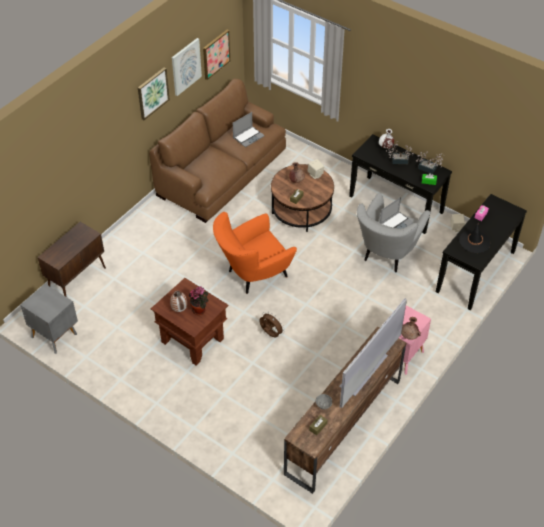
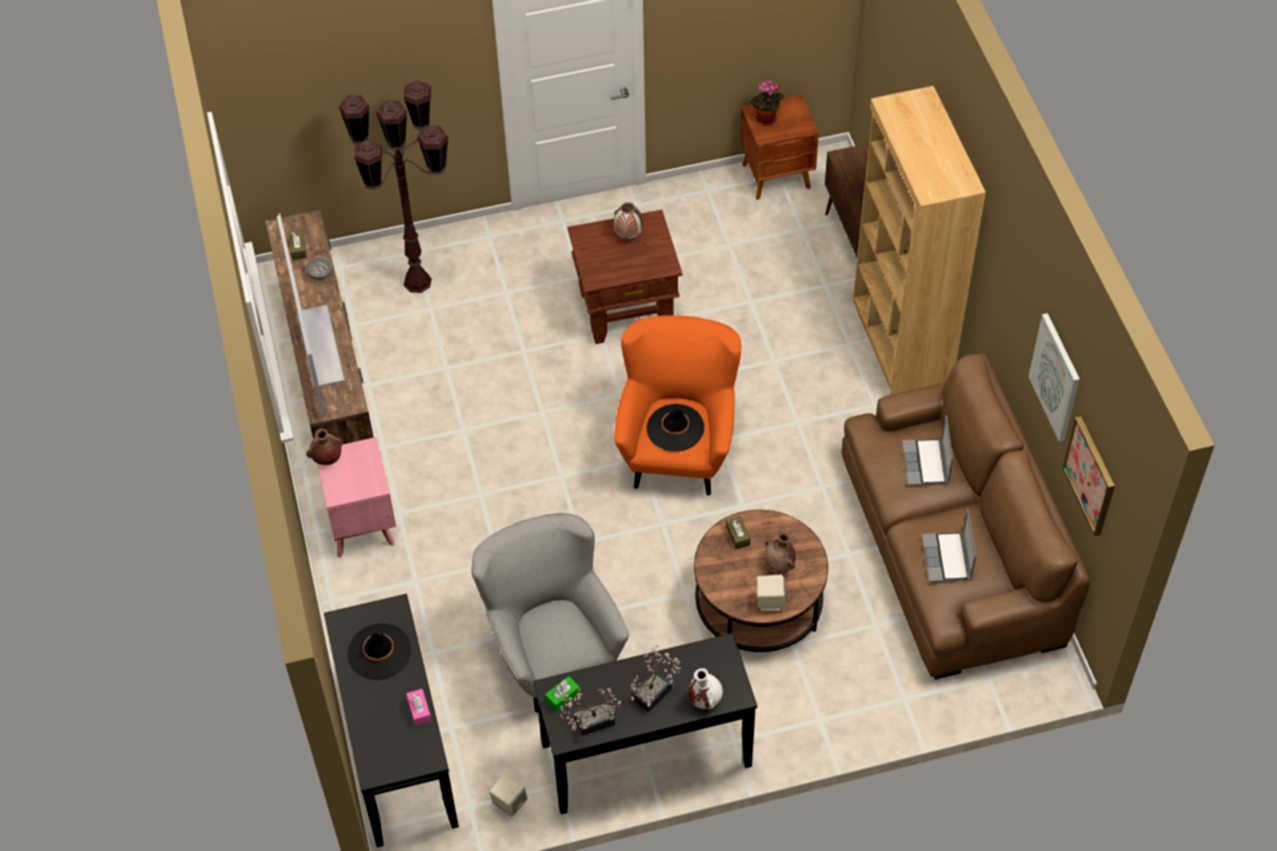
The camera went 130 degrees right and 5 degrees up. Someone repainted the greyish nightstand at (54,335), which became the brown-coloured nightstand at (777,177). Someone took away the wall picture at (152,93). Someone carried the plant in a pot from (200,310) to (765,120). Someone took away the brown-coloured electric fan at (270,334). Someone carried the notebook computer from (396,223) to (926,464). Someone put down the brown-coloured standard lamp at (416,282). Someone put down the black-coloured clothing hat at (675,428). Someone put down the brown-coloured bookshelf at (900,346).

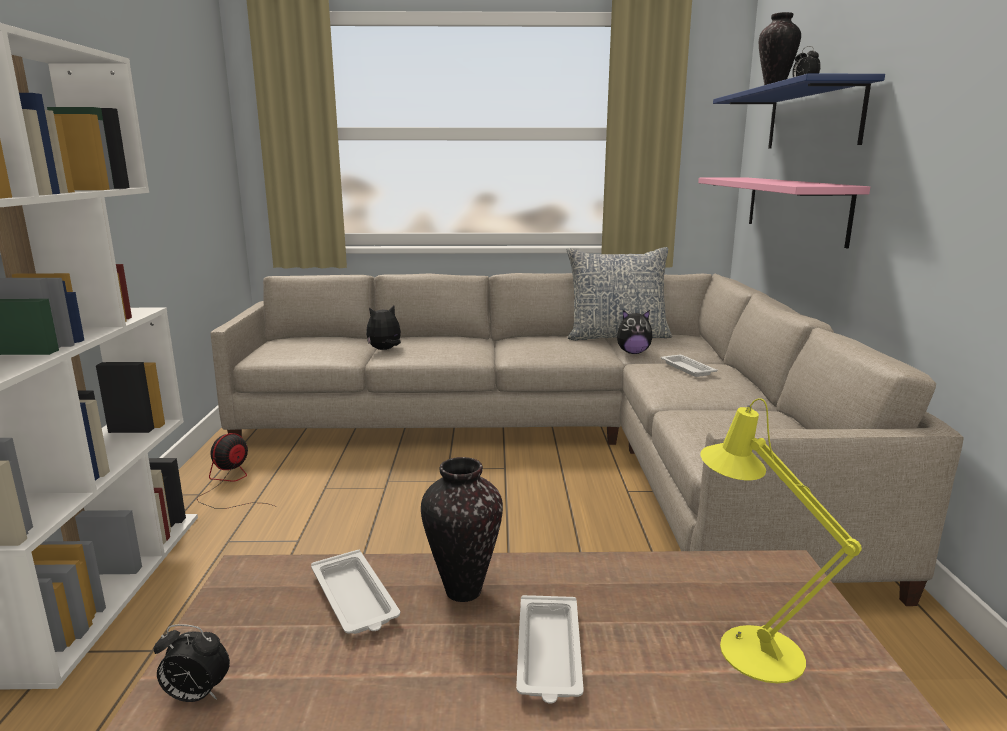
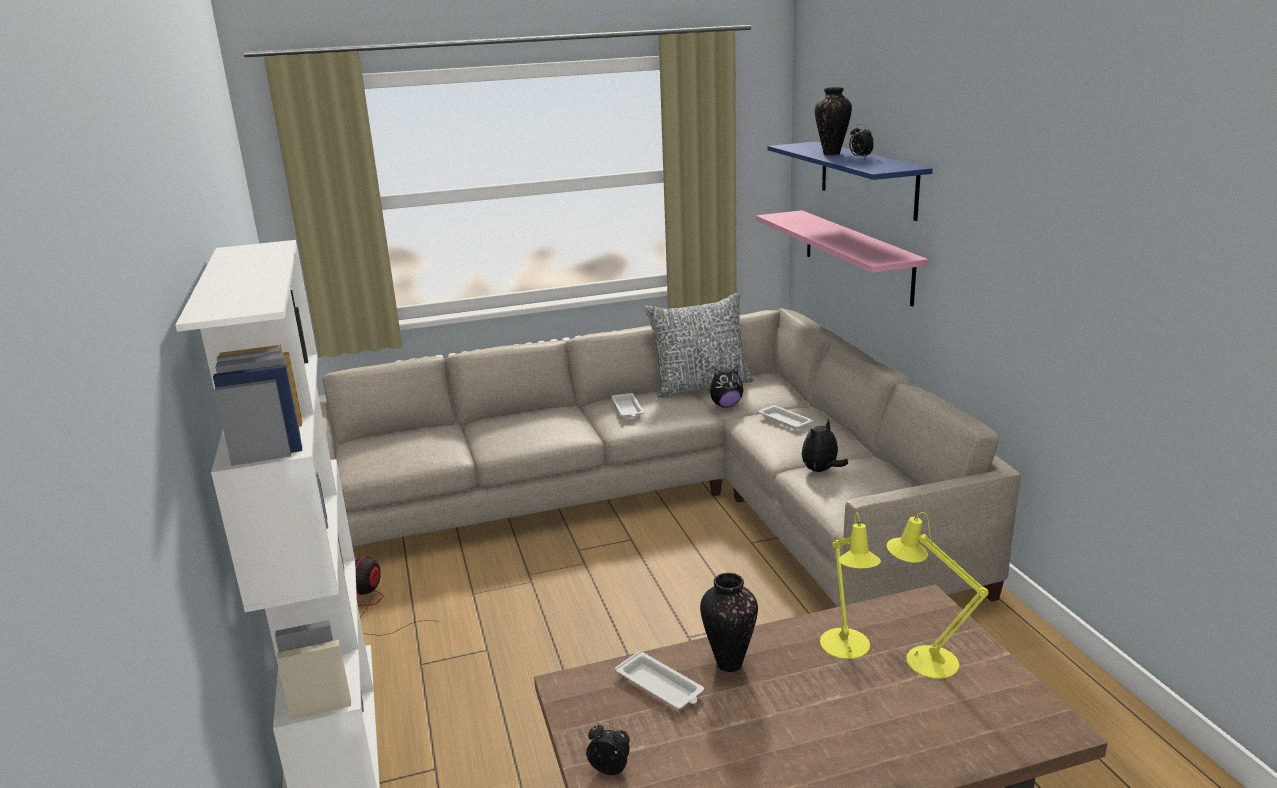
The camera went 15 degrees left and 5 degrees up. Someone rotated the alarm clock at (195,696) by 150 degrees counterclockwise. Someone carried the soft toy from (385,350) to (821,470). Someone carried the white tray from (548,654) to (627,409). Someone put down the yellow lamp for a table at (847,648).

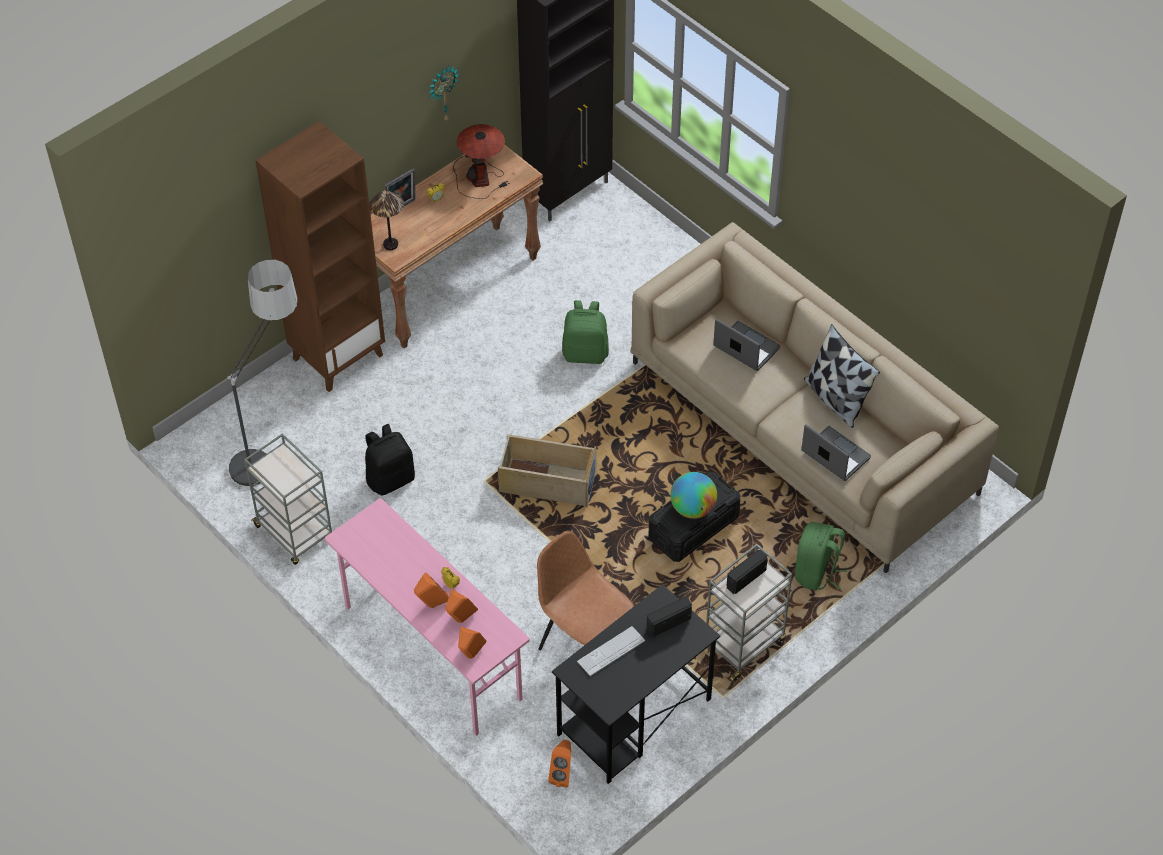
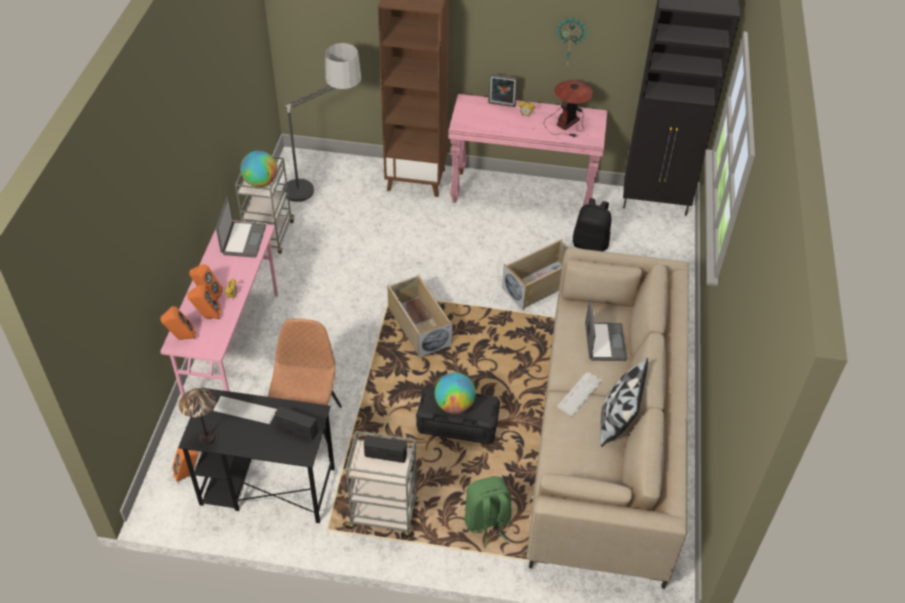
The camera went 50 degrees right and 5 degrees down. Someone carried the black-coloured knapsack from (390,478) to (590,244). Someone carried the lamp for a table from (390,245) to (206,438). Someone repainted the brown-coloured narrow table at (451,285), which became the pink narrow table at (522,194). Someone swapped the greenish knapsack at (585,353) for the sand-coloured storage bin at (541,284). Someone carried the notebook computer from (834,455) to (242,240). Someone put down the world globe at (261,182). Someone put down the computer keyboard at (579,394).

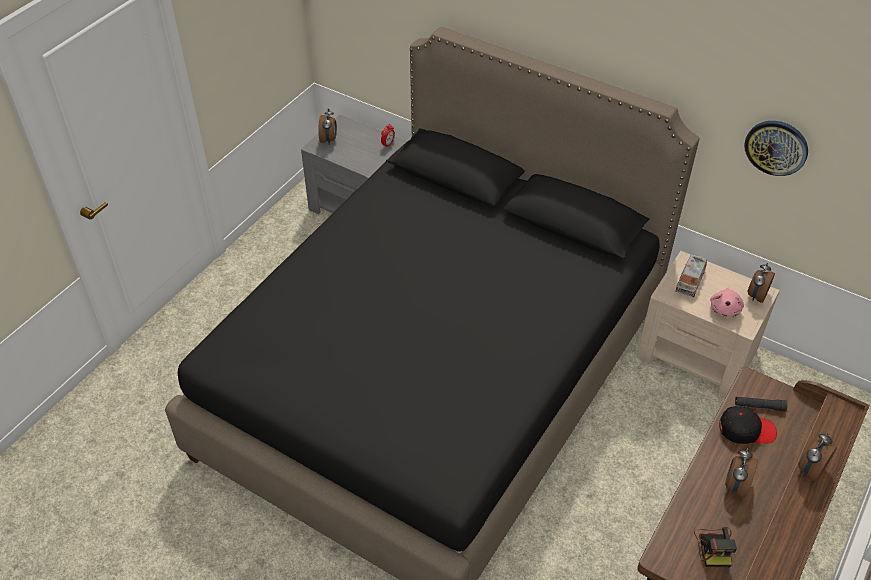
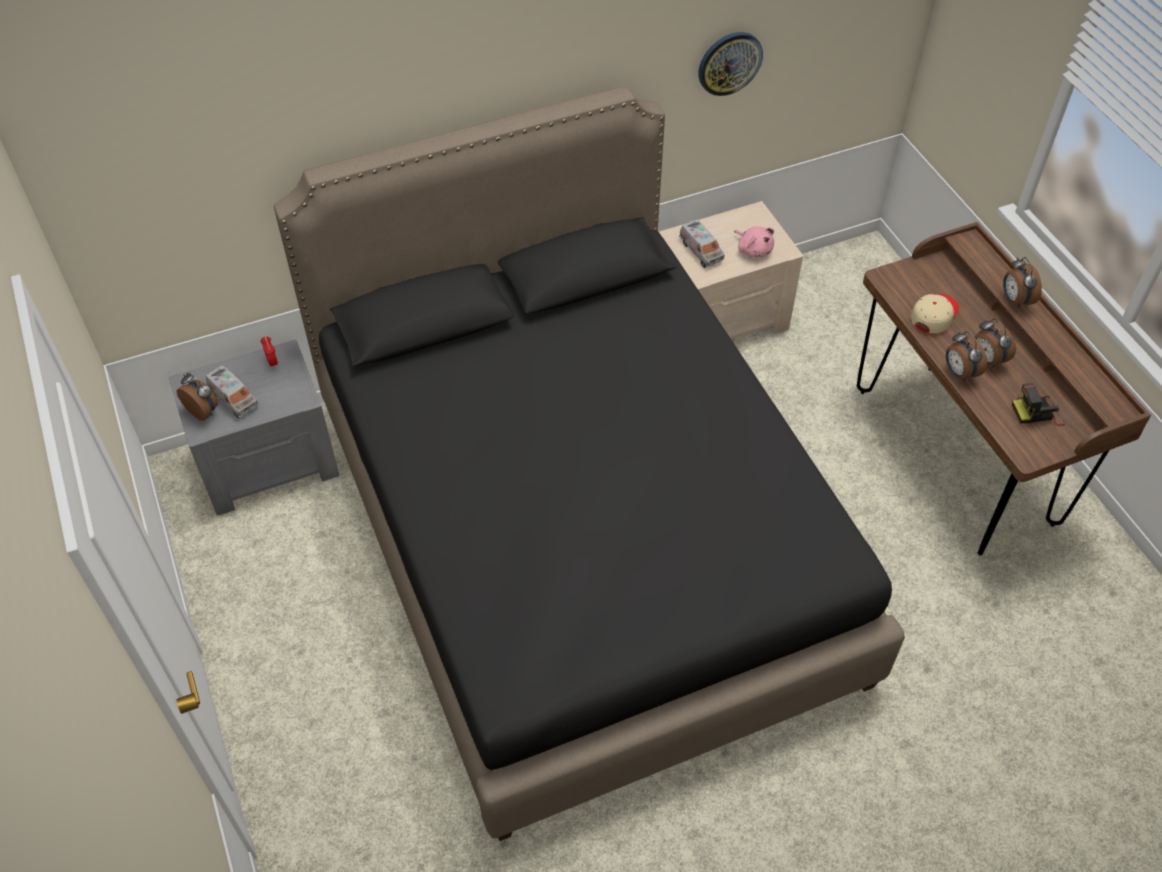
The camera went 55 degrees left and 5 degrees up. Someone rotated the still camera at (714,546) by 135 degrees clockwise. Someone repainted the black-coloured cap at (746,429), which became the sand-coloured cap at (934,315). Someone took away the black-coloured torch at (759,406). Someone carried the alarm clock from (756,295) to (959,373). Someone put down the model truck at (234,398).

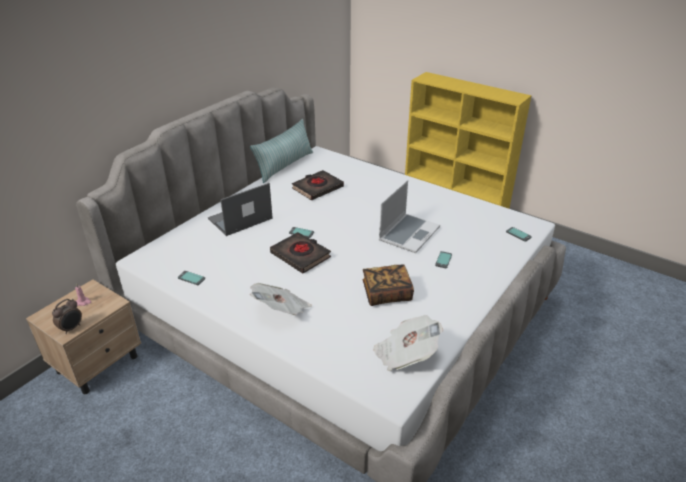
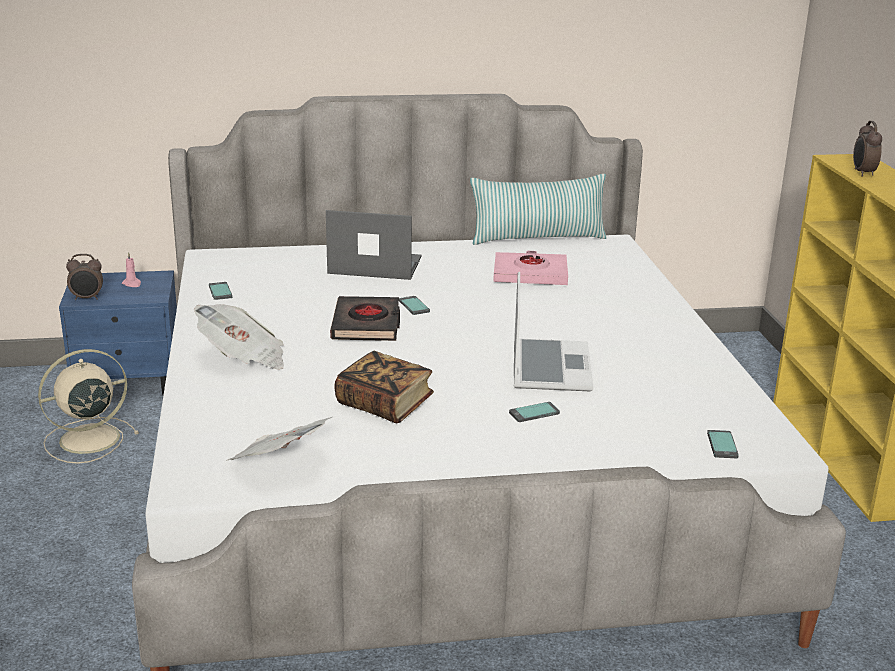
The camera went 45 degrees right and 10 degrees down. Someone repainted the sand-coloured nightstand at (98,363), which became the blue nightstand at (130,382). Someone repainted the black-coloured book at (317,188), which became the pink book at (530,275). Someone rotated the notebook computer at (408,233) by 75 degrees counterclockwise. Someone put down the sand-coloured electric fan at (87,440). Someone put down the alarm clock at (862,173).

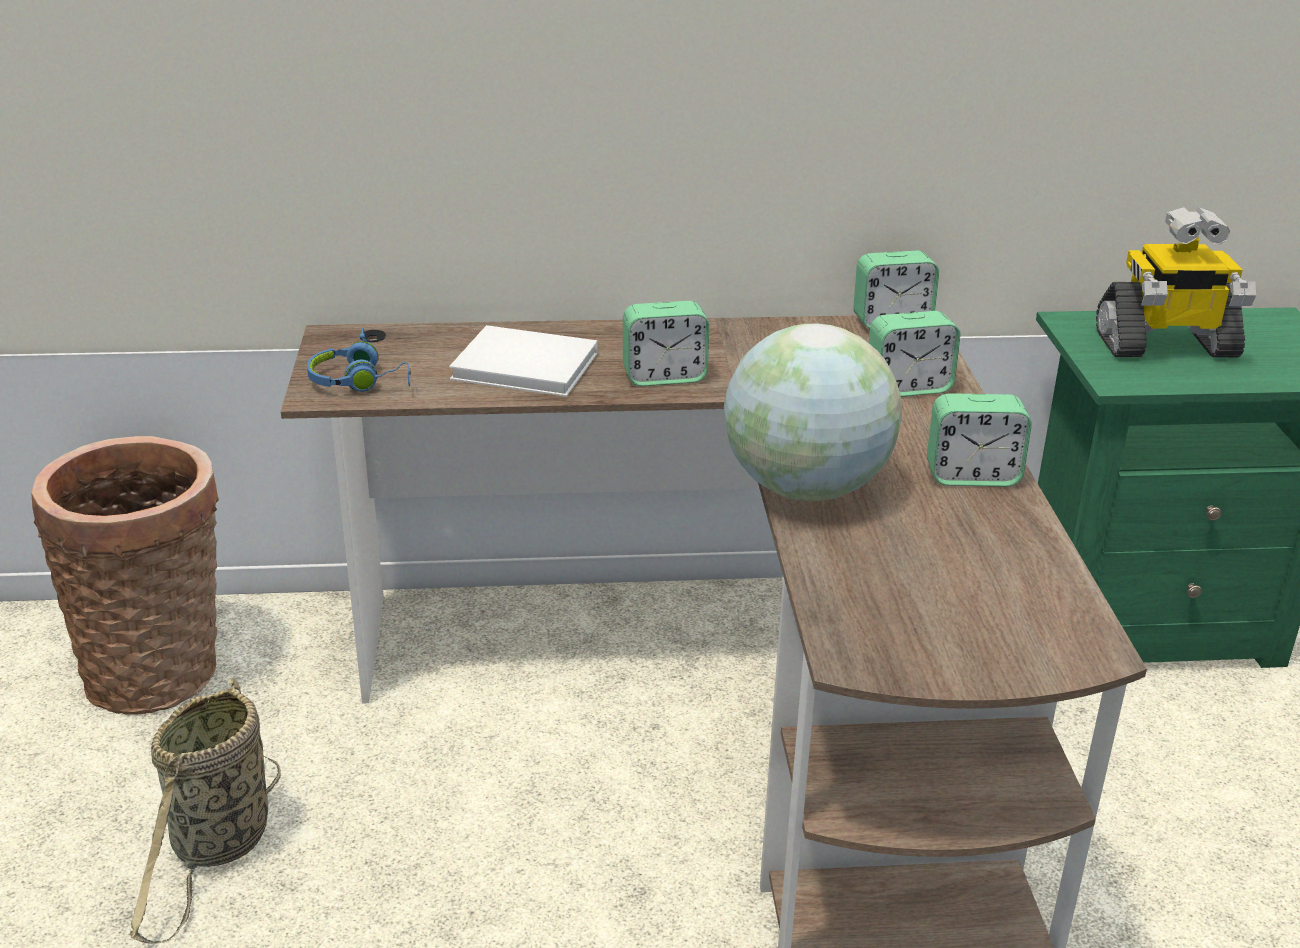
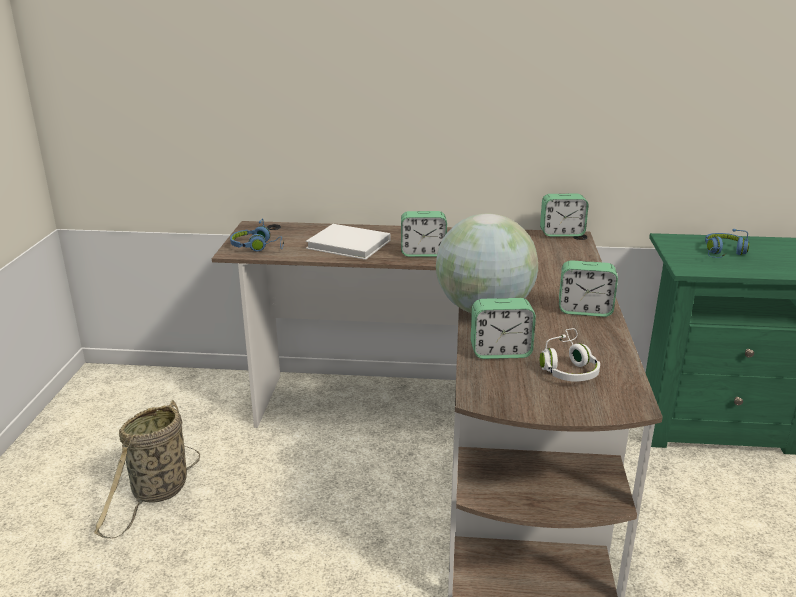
The camera went 10 degrees right and 5 degrees down. Someone took away the household basket at (160,671). Someone carried the alarm clock from (908,387) to (500,352). Someone swapped the model robot at (1165,345) for the blue headset at (723,253). Someone put down the white headset at (568,367).

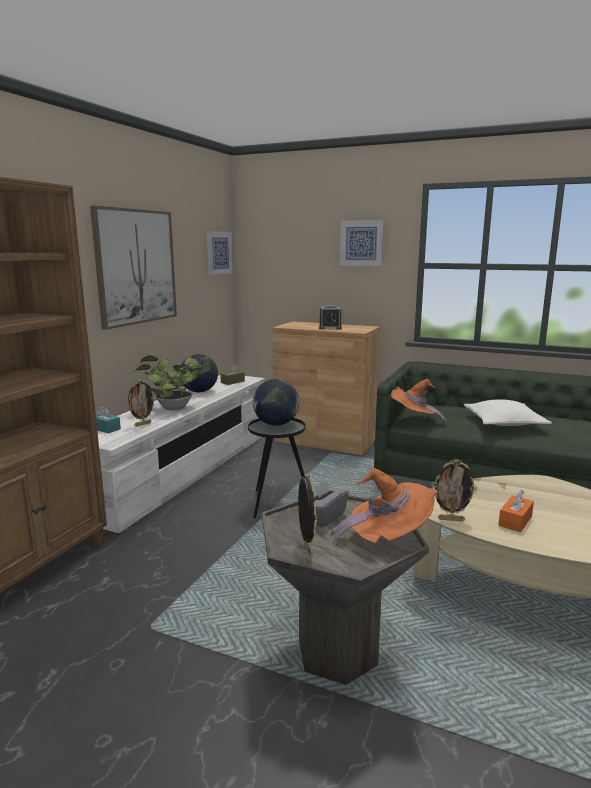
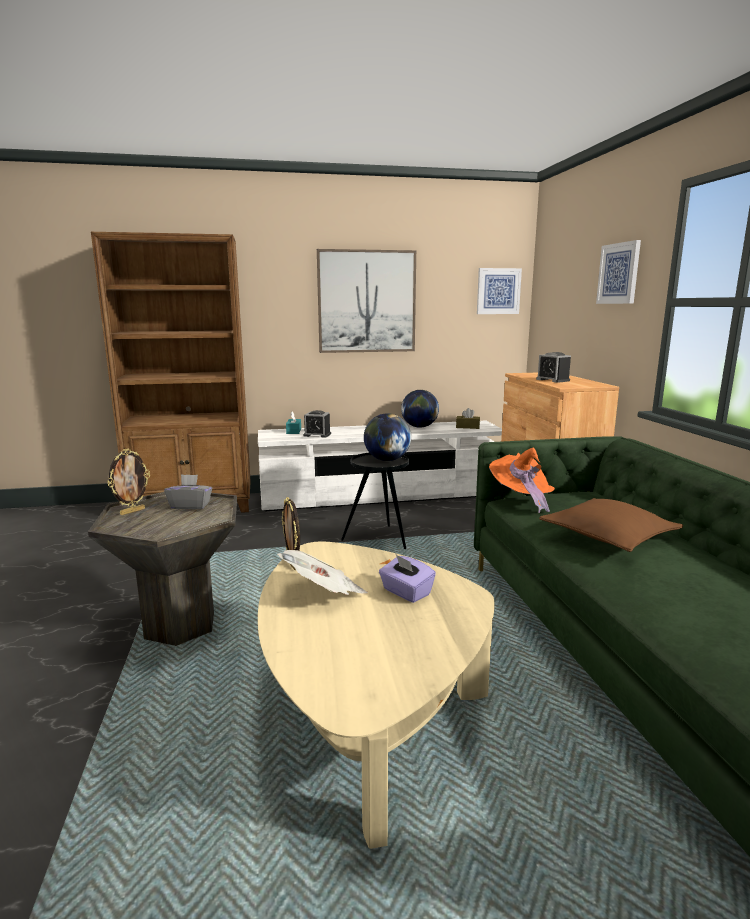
The camera went 55 degrees right and 0 degrees up. Someone swapped the standing frame at (143,424) for the alarm clock at (317,435). Someone took away the plant in a pot at (171,409). Someone took away the orangey clothing hat at (387,538). Someone repainted the white cushion at (504,423), which became the brown-coloured cushion at (608,536). Someone swapped the orangey tissue box at (515,521) for the daily paper at (324,593). Someone put down the purple tissue box at (406,592).

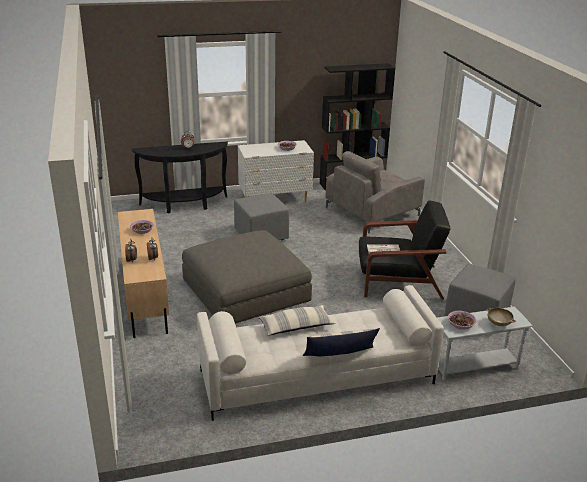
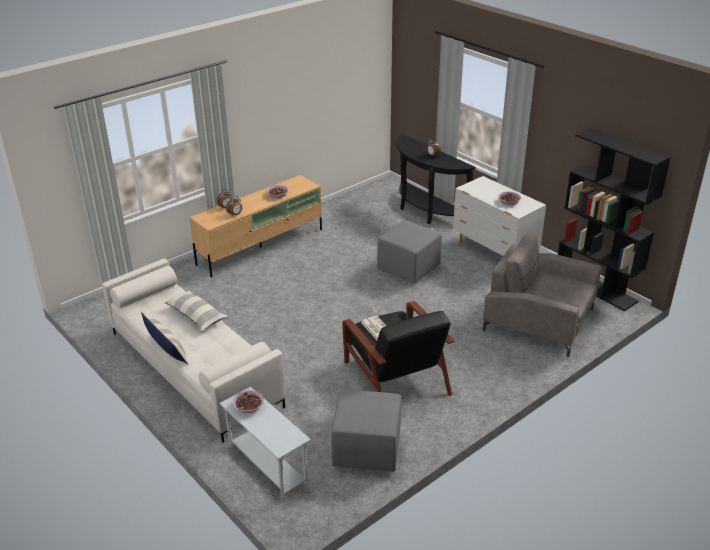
The camera went 65 degrees right and 5 degrees up. Someone took away the greyish pouffe at (245,290). Someone took away the sand-coloured bowl at (499,323).

